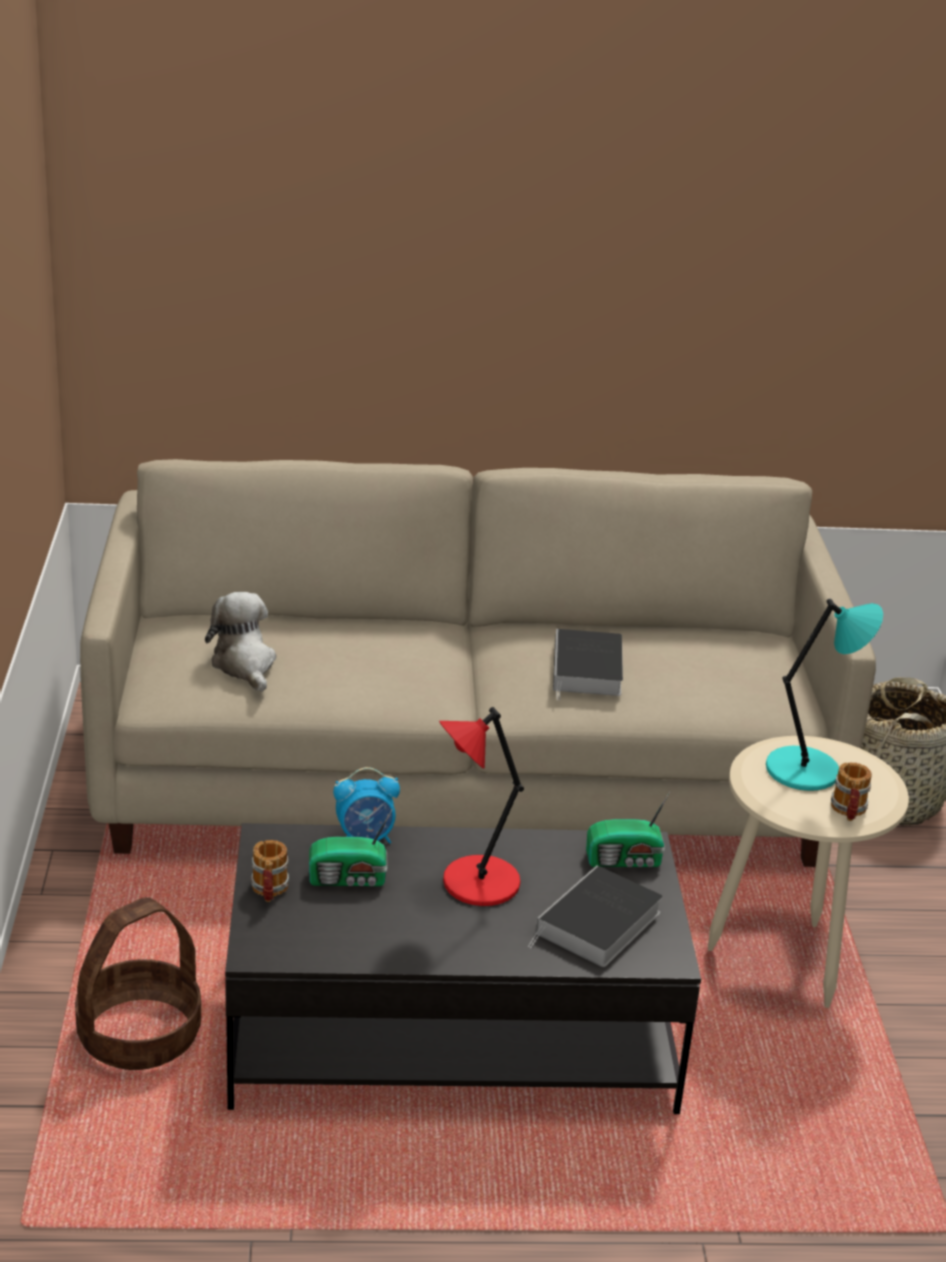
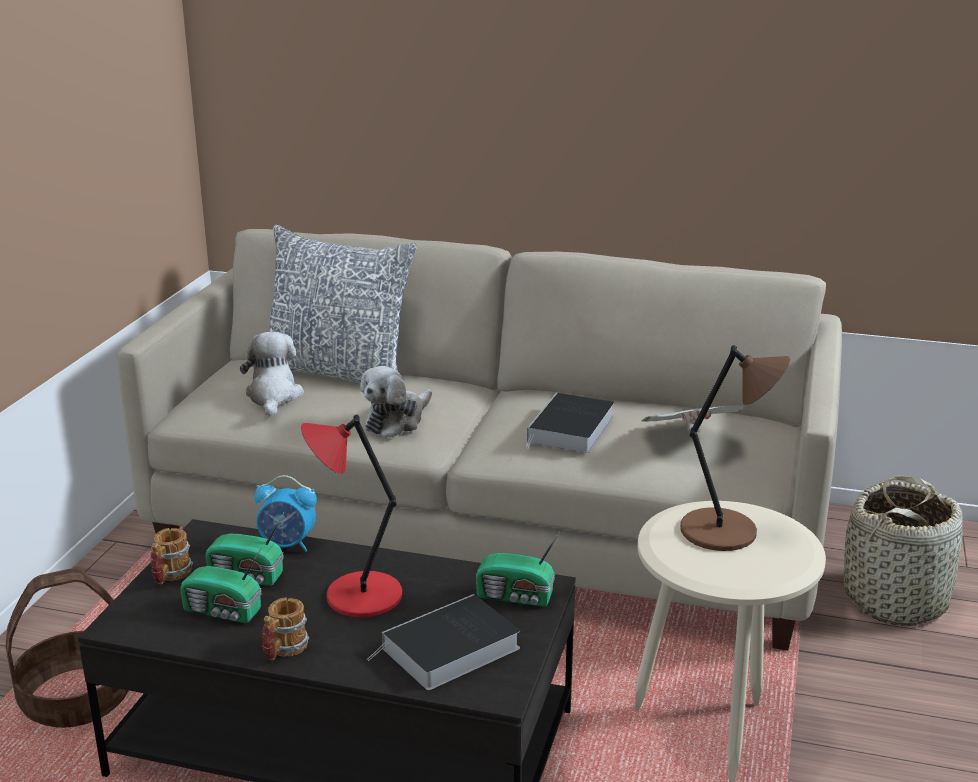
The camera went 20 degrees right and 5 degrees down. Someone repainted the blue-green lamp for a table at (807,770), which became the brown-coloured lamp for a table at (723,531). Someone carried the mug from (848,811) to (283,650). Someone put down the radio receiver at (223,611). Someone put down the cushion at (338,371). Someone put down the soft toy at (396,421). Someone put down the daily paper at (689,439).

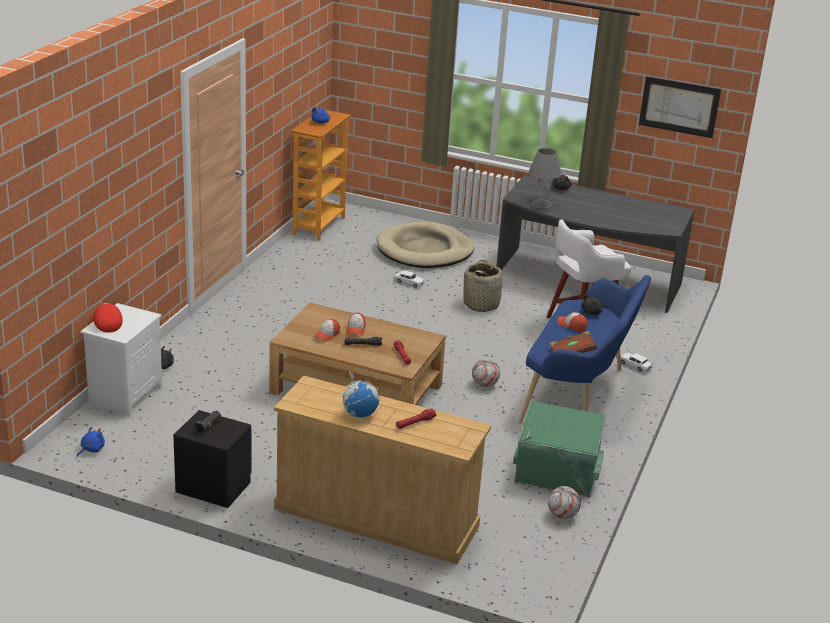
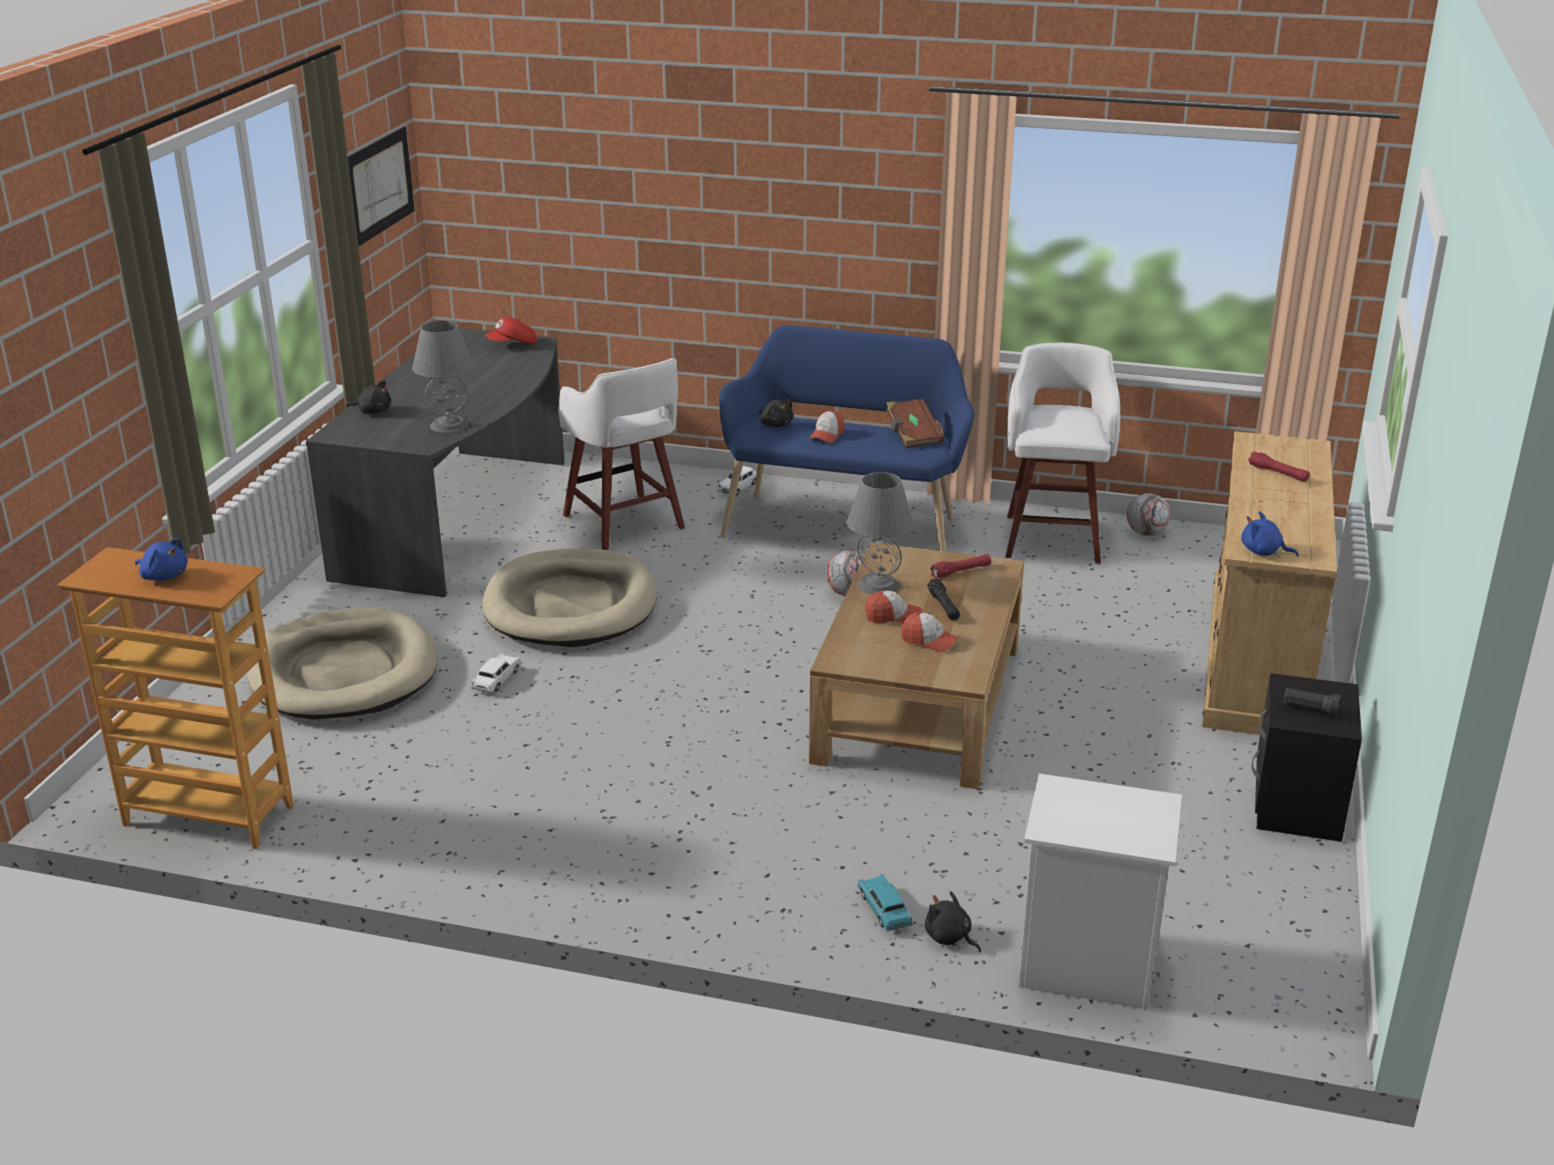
The camera went 95 degrees left and 0 degrees up. Someone carried the blue soft toy from (91,449) to (1263,552). Someone carried the red cap from (107,324) to (513,345). Someone took away the world globe at (359,414). Someone swapped the household basket at (481,304) for the sand-coloured dog bed at (571,605). Someone swapped the greenish storage bin at (557,473) for the white stool at (1053,537). Someone put down the greyish lamp for a table at (877,585). Someone put down the blue-green miniature car at (884,911).

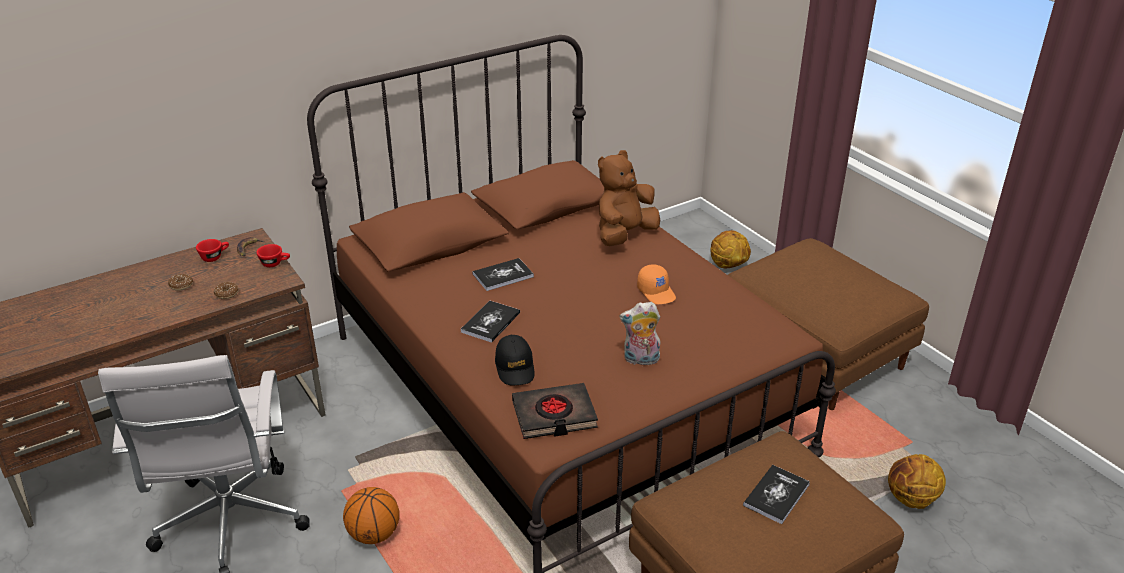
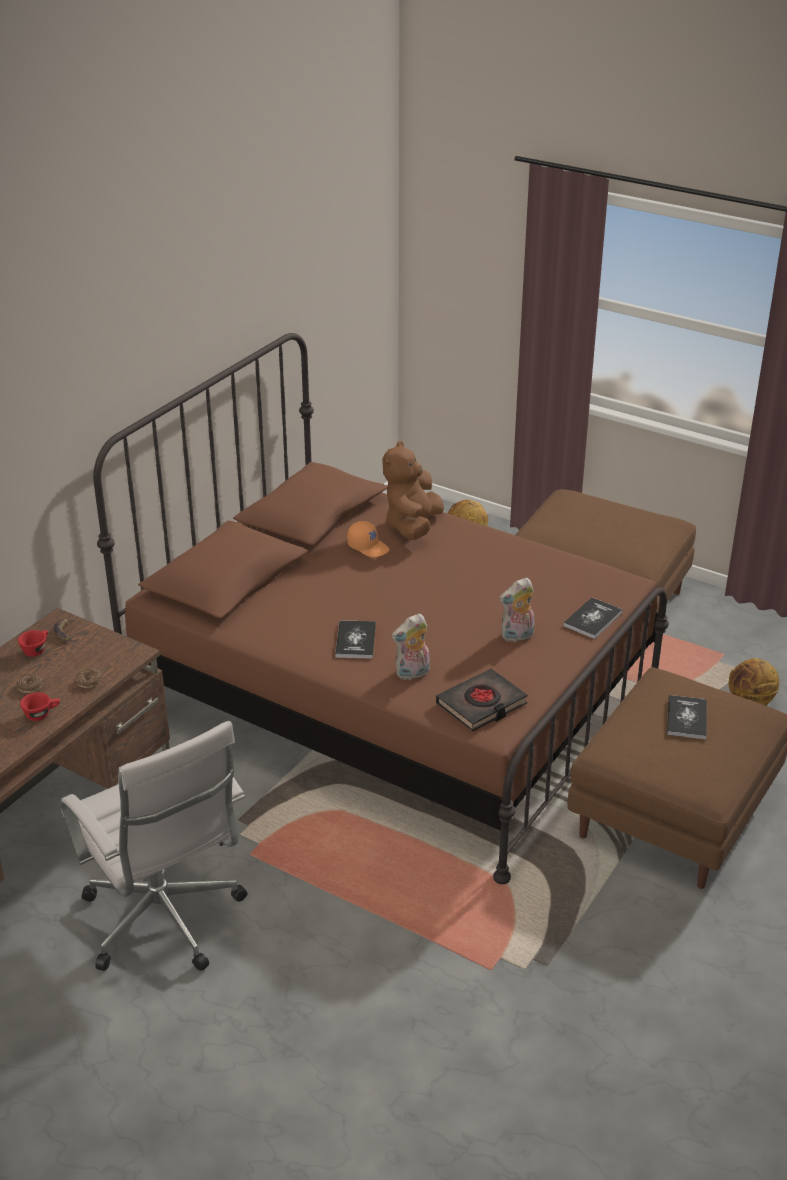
The camera went 25 degrees left and 0 degrees up. Someone carried the red drinking cup from (275,263) to (42,714). Someone took away the ball for basketball at (374,534). Someone carried the book from (503,275) to (592,619). Someone swapped the black-coloured cap at (515,367) for the soft toy at (412,674). Someone carried the orangey cap from (657,292) to (368,547).

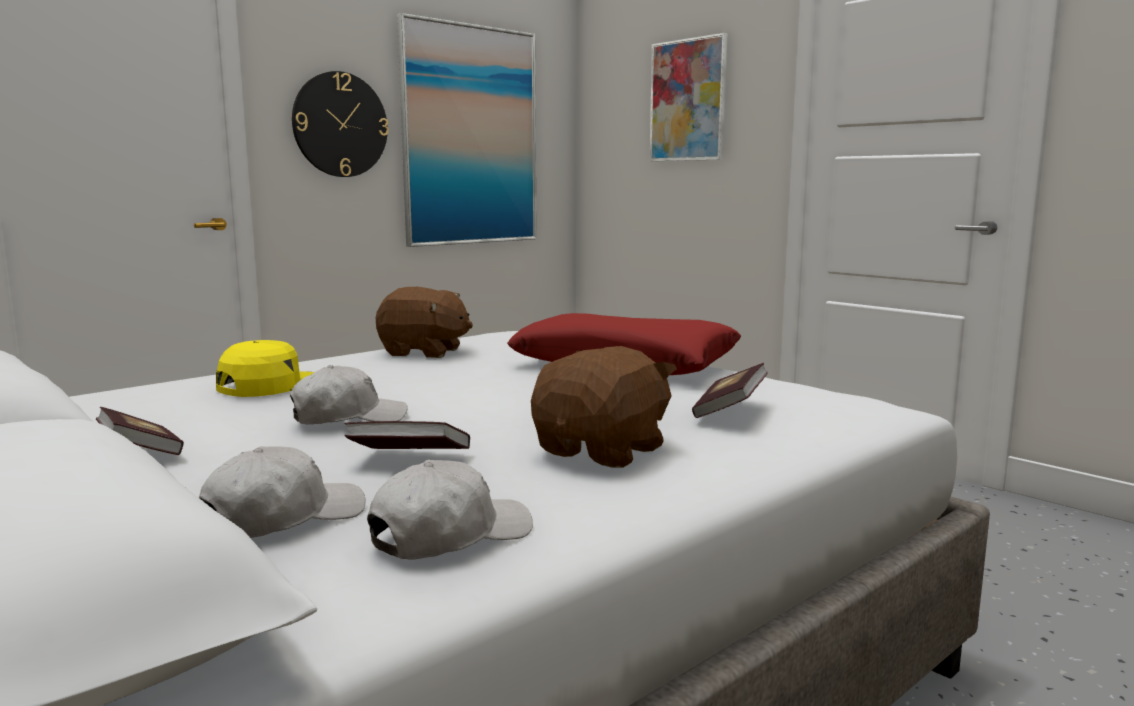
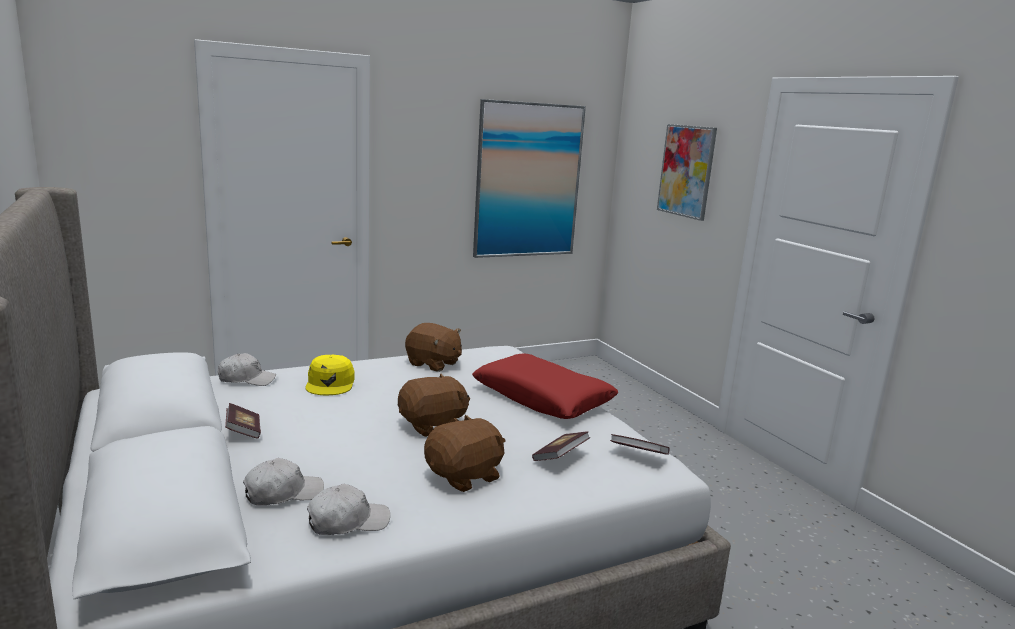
The camera went 15 degrees right and 5 degrees up. Someone rotated the yellow cap at (270,385) by 120 degrees clockwise. Someone carried the white cap from (348,418) to (246,379). Someone took away the wall clock at (340,125). Someone carried the book from (409,460) to (638,455). Someone put down the brown-coloured soft toy at (433,425).

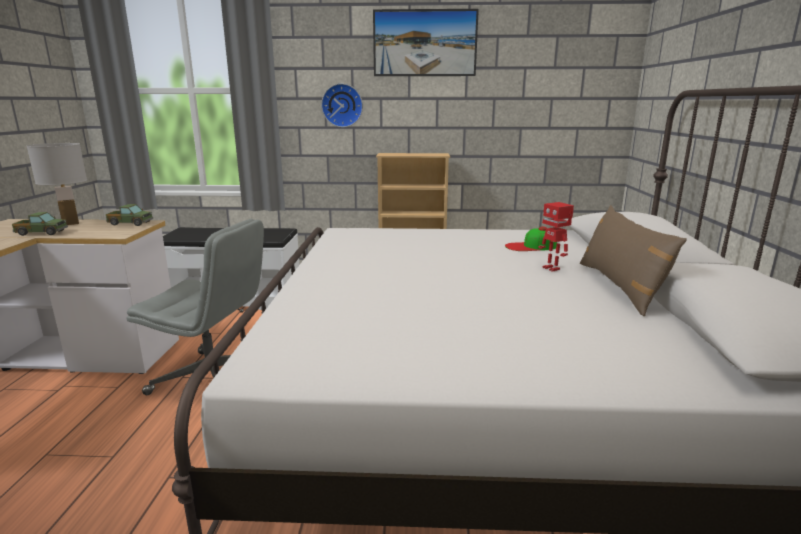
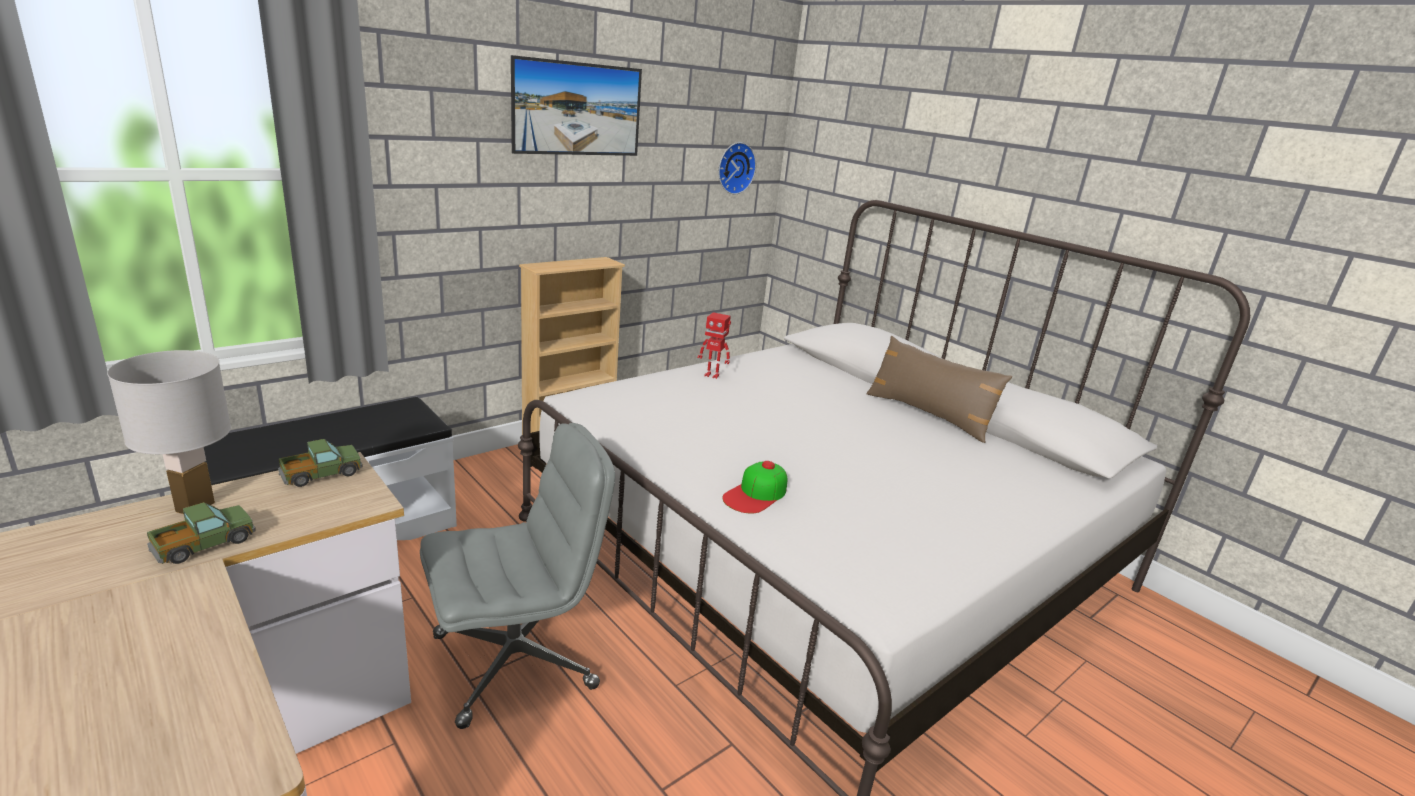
The camera went 45 degrees left and 5 degrees up. Someone carried the wall clock from (342,105) to (734,168). Someone carried the cap from (531,246) to (756,494). Someone carried the model robot from (552,268) to (712,375).

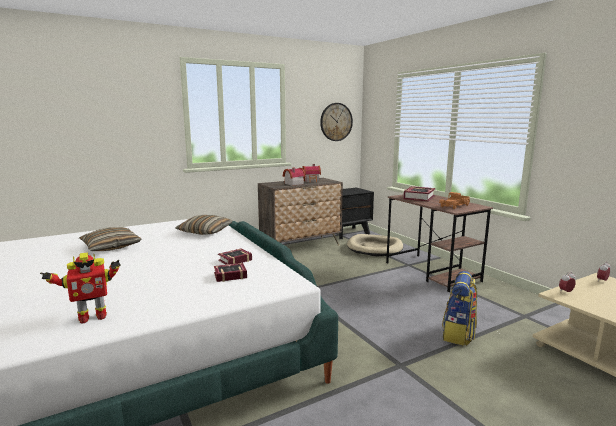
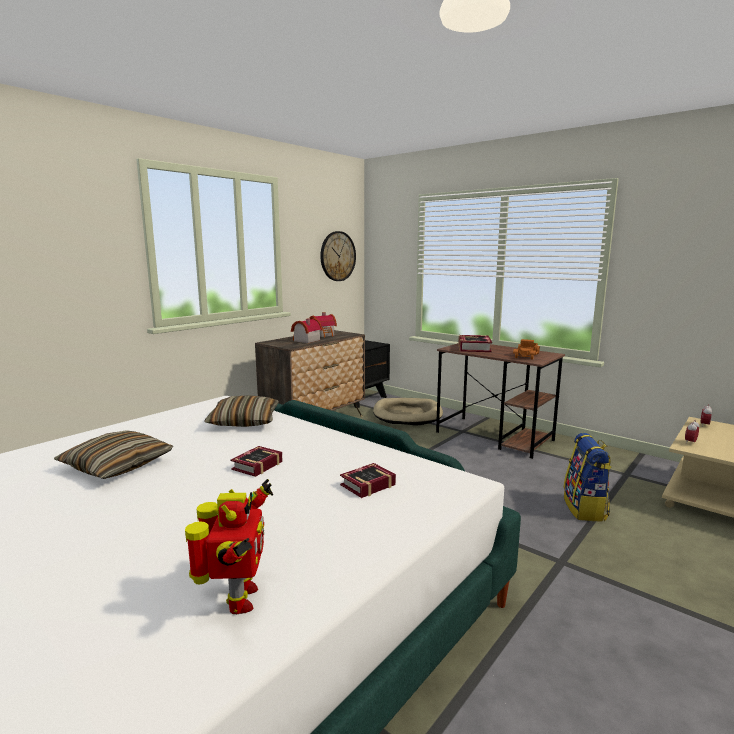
The camera went 20 degrees left and 0 degrees up. Someone rotated the model robot at (91,317) by 45 degrees counterclockwise. Someone carried the book from (233,260) to (255,466).

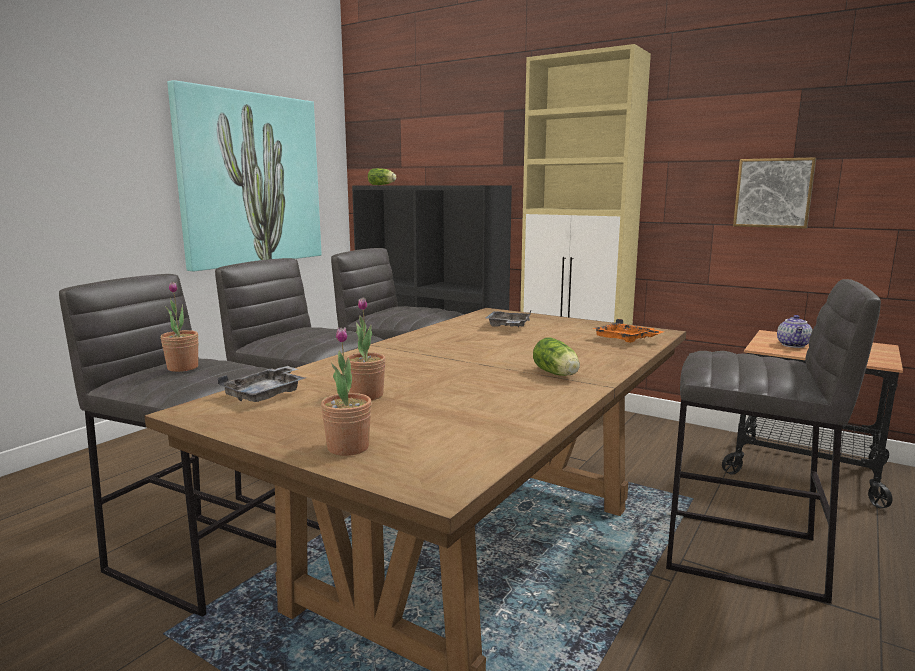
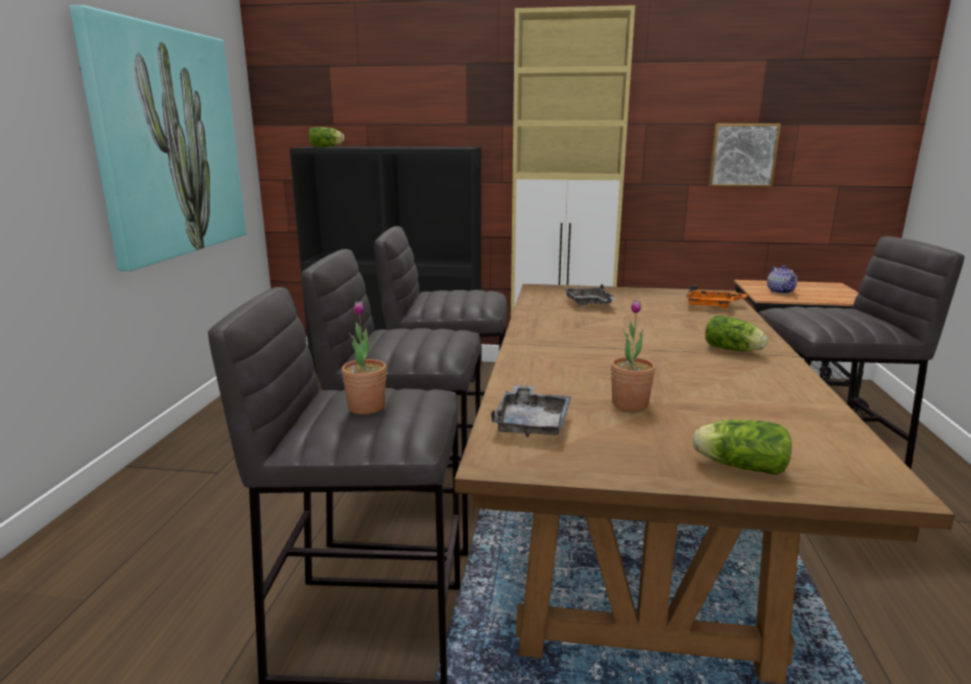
The camera went 25 degrees left and 5 degrees up. Someone swapped the plant in a pot at (348,447) for the lettuce head at (737,466).

